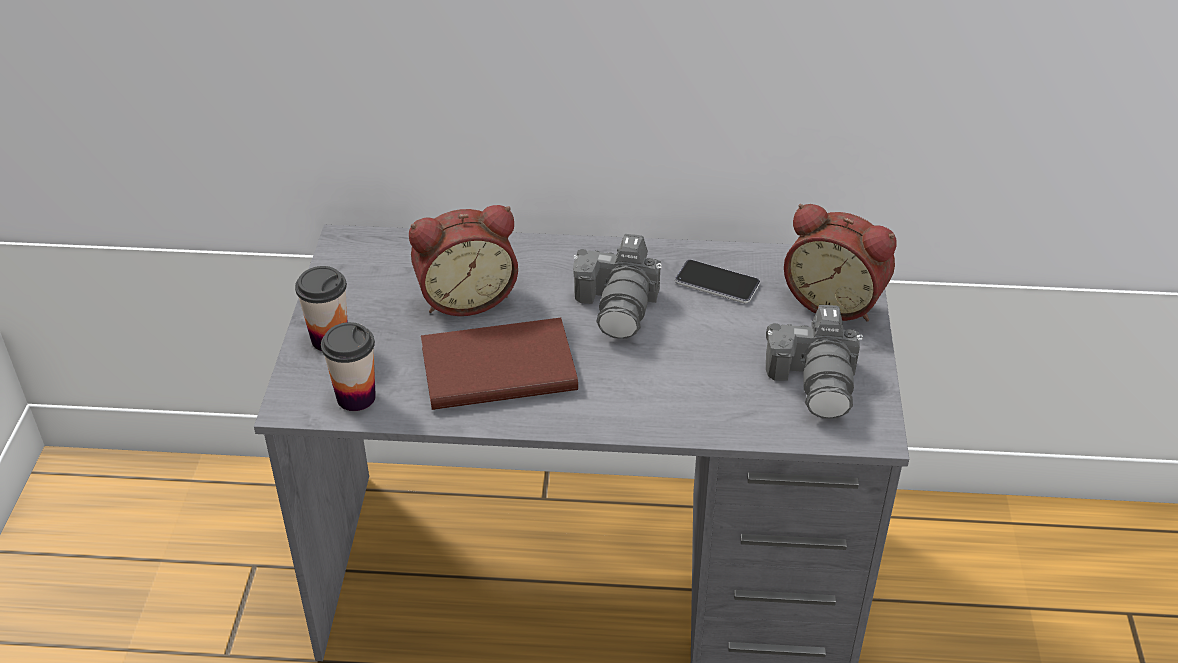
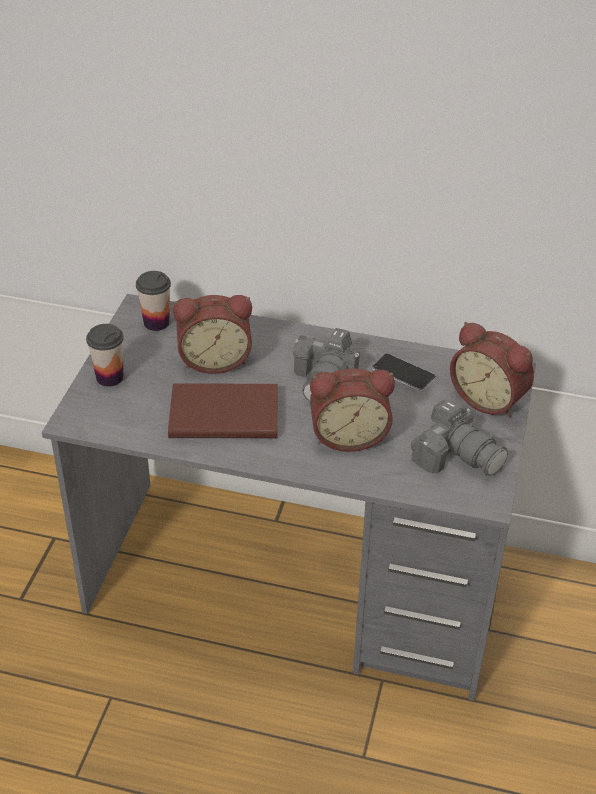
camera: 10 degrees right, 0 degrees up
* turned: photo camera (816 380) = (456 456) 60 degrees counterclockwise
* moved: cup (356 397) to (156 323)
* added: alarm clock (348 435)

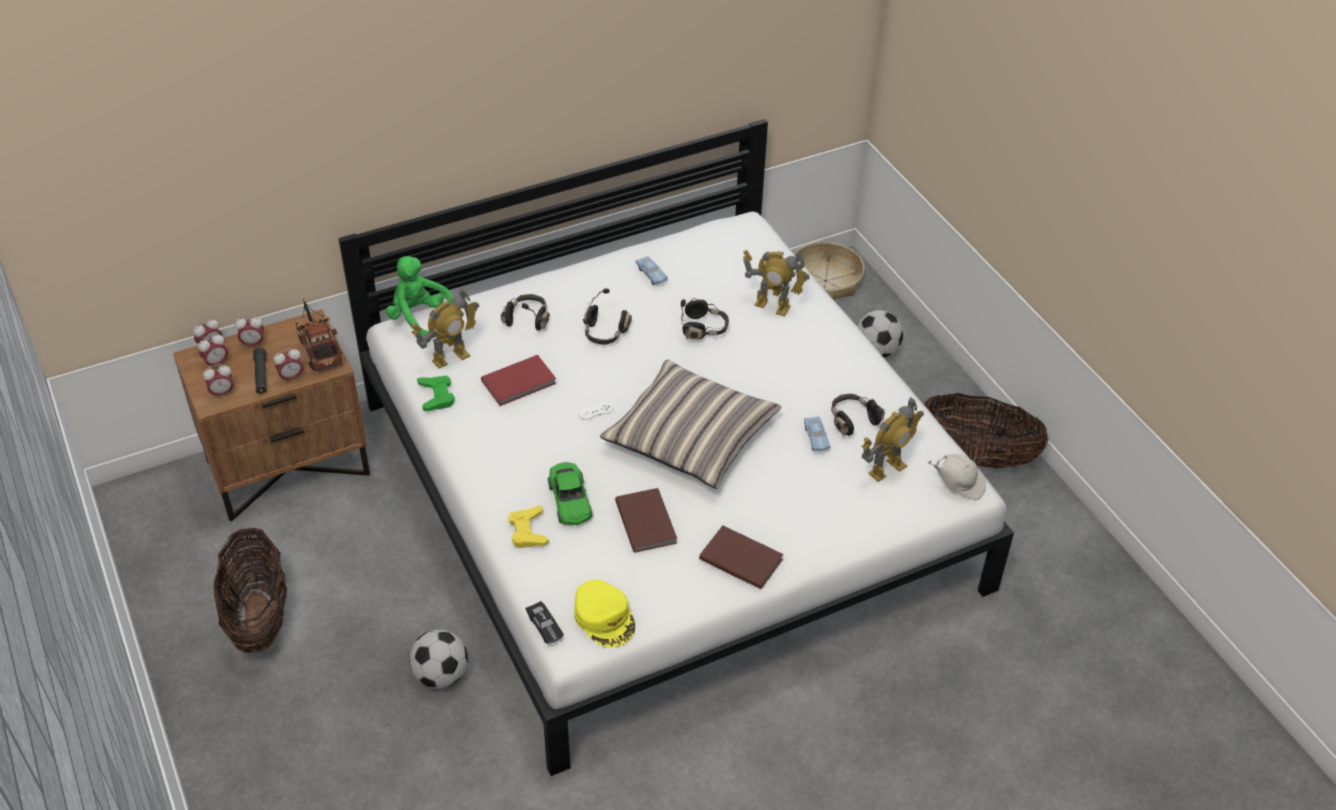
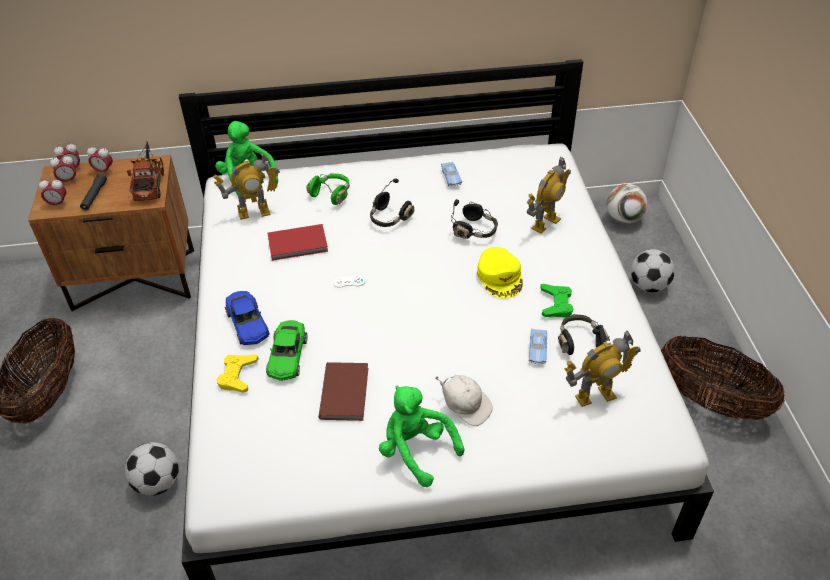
camera: 20 degrees right, 0 degrees up
* replaced: basket (825 281) to football (623 219)
* turned: toy robot (772 306) = (545 223) 90 degrees counterclockwise
* recoloured: black headphones (527 319) to green headphones (331 194)
* removed: alarm clock (291 377)
* removed: pillow (691 436)
* moved: green game controller (436 396) to (556 304)
* moved: white cap (959 484) to (465 406)
* replaced: brown book (741 558) to green plush toy (416 450)
* moved: yellow cap (605 617) to (500 277)
* removed: black toy car (544 626)
* added: blue toy car (247 323)

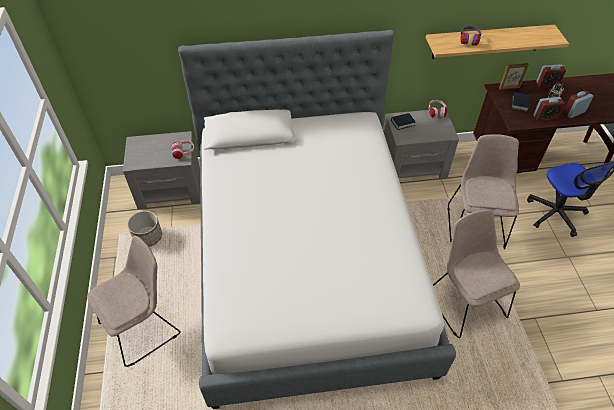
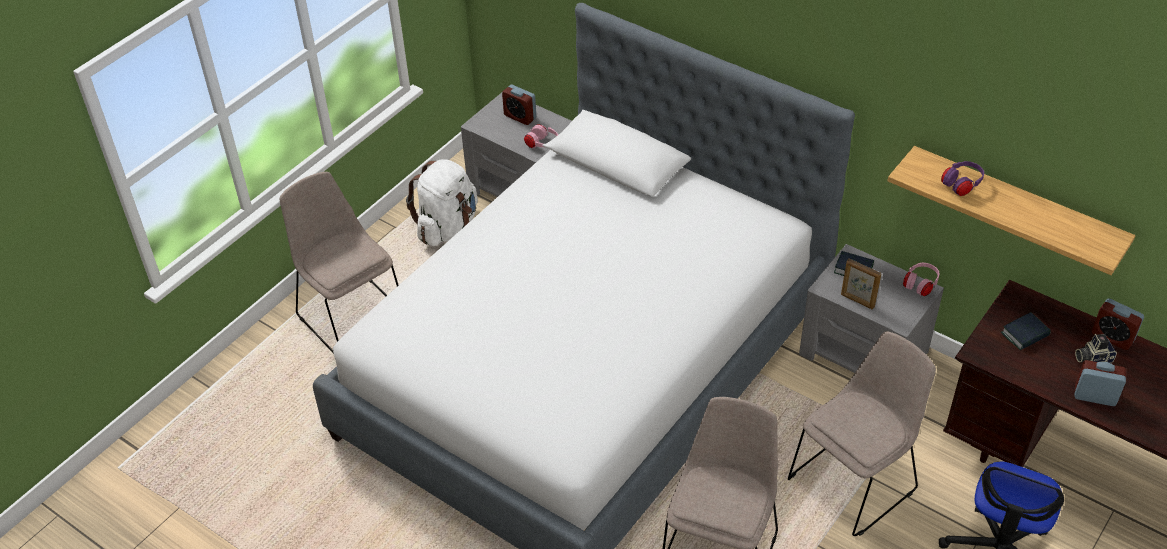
camera: 45 degrees right, 5 degrees down
* moved: picture frame (509 88) to (857 301)
* moved: alarm clock (545 117) to (520 117)
* replaced: planter (148 236) to white backpack (447 227)
* turned: beige chair (143 326) = (350 314) 135 degrees counterclockwise

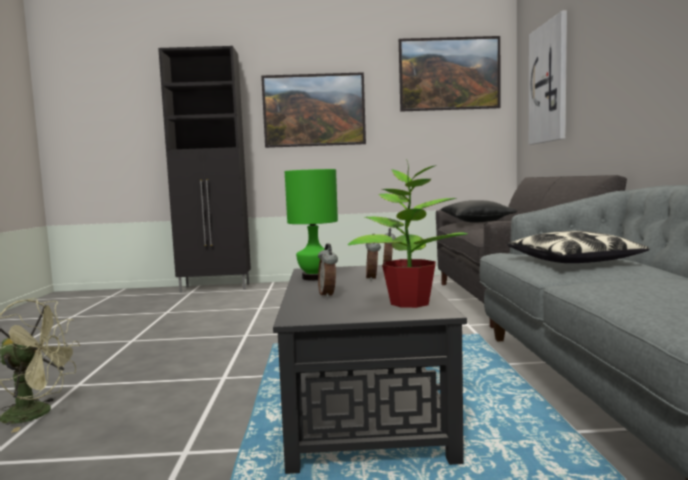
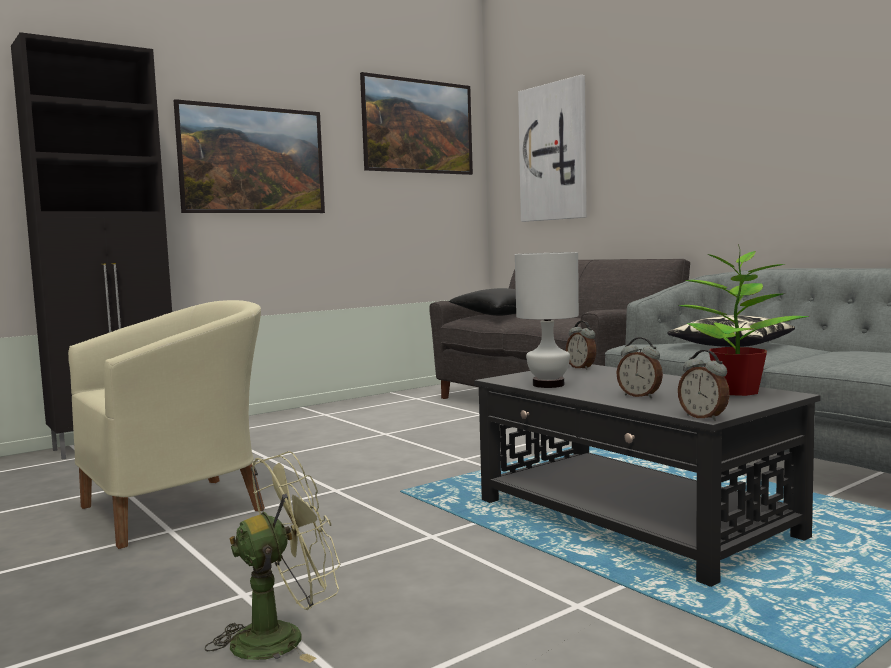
camera: 35 degrees left, 0 degrees up
* recoloured: green table lamp (314 278) to white table lamp (547 385)
* moved: alarm clock (373 278) to (704 417)
* added: beige armchair (178 508)

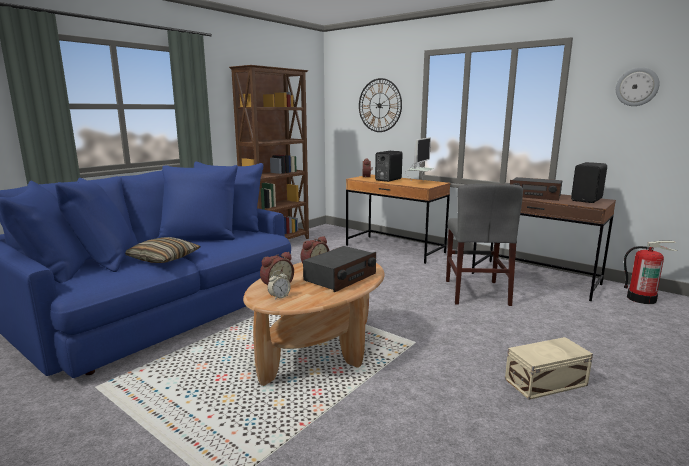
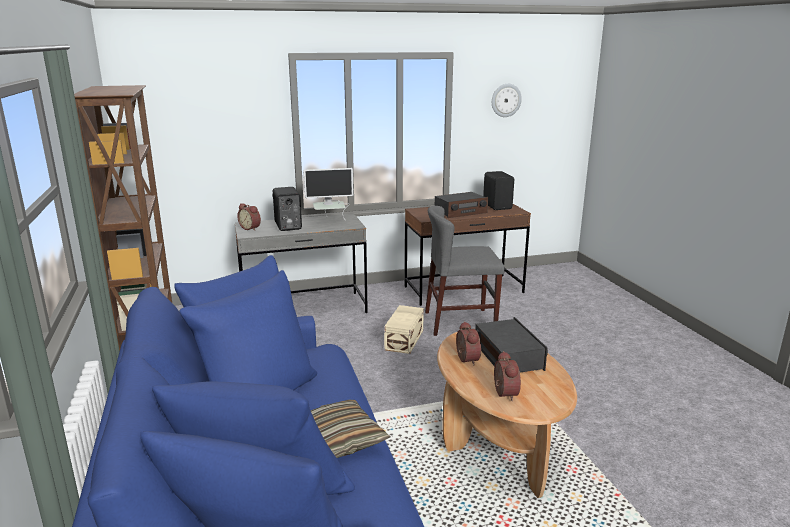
camera: 55 degrees left, 5 degrees up
* removed: wall clock (379 105)
* turned: monitor (419 182) = (330 221) 105 degrees clockwise
* recoloured: brown desk (394 249) to grey desk (304 309)
* turned: grey chair (476 292) = (460 322) 135 degrees clockwise
* removed: fire extinguisher (641 298)
* removed: alarm clock (279 297)
* moved: beige storage box (547 382) to (405 340)

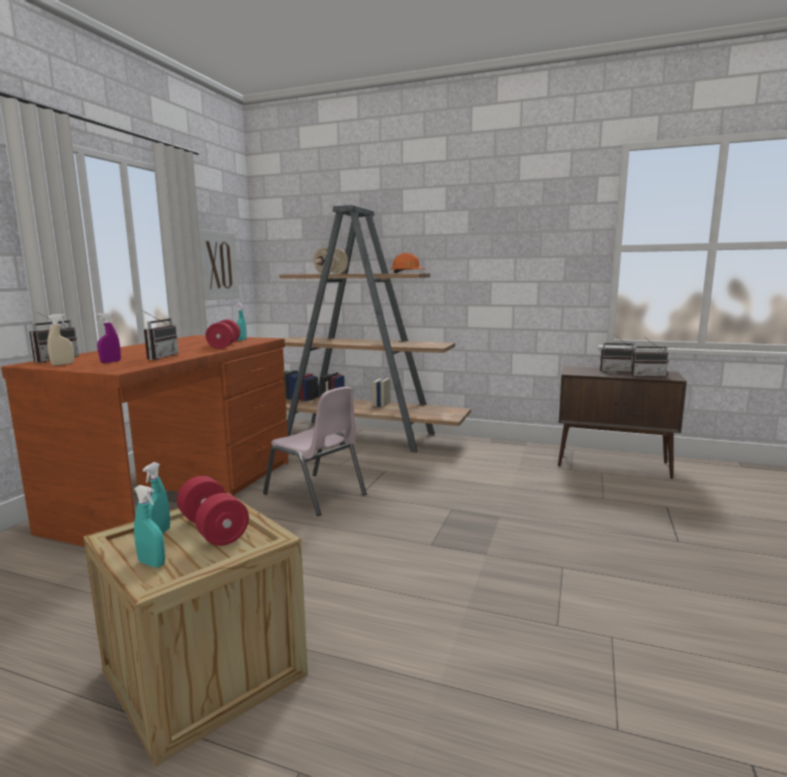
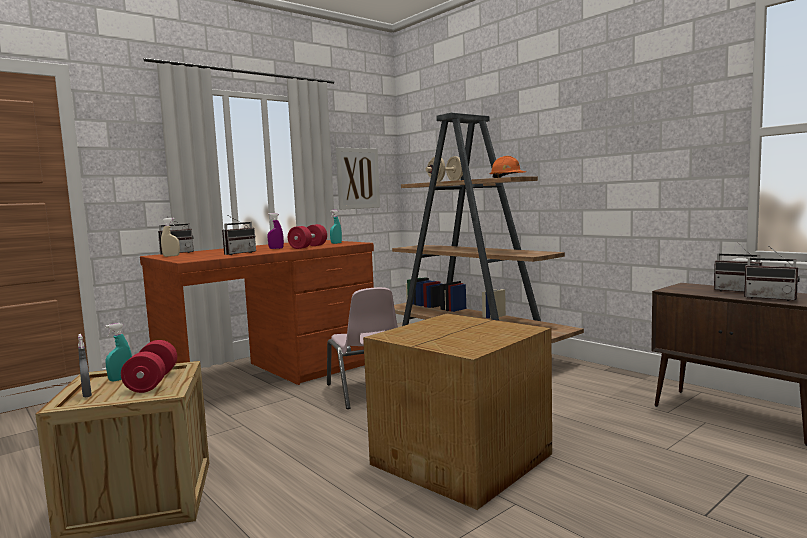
camera: 30 degrees right, 5 degrees down
* moved: purple spray bottle (110 362) to (276 248)
* recoloured: turquoise spray bottle (152 563) to grey spray bottle (87 395)
* added: cardboard box (464 459)

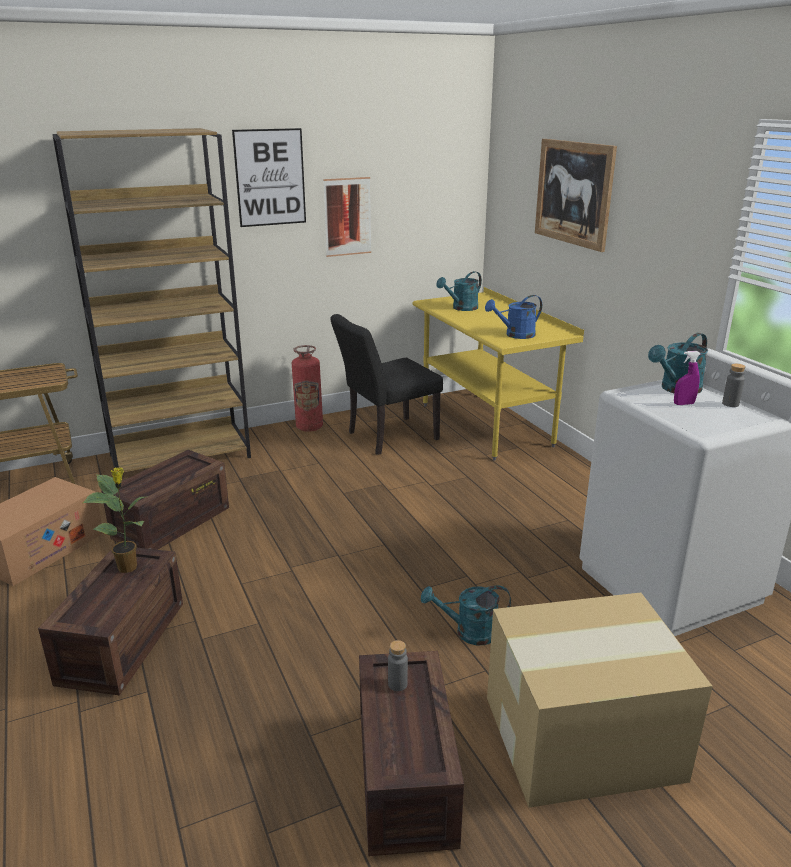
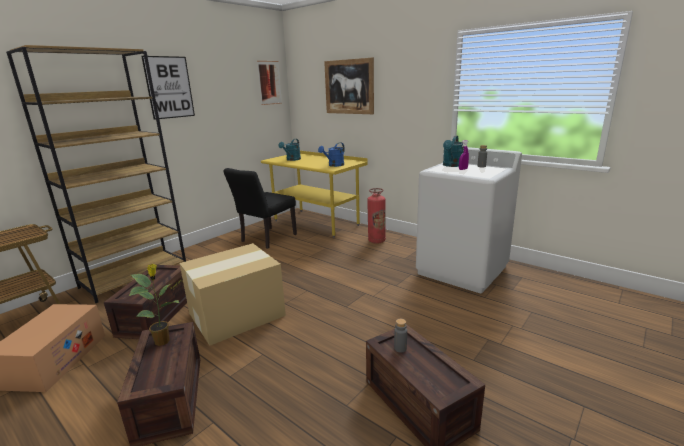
camera: 25 degrees left, 5 degrees down
* moved: picture (347 217) to (269 82)
* moved: fire extinguisher (309 427) to (376 241)
* removed: turquoise watering can (469 632)
* moved: cardboard box (585 738) to (238 314)

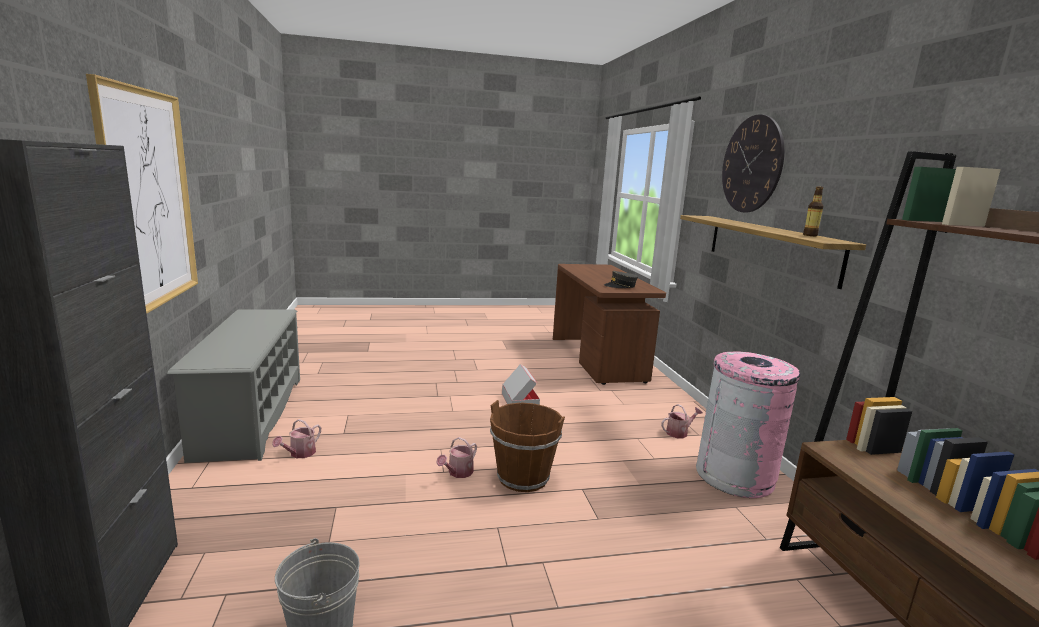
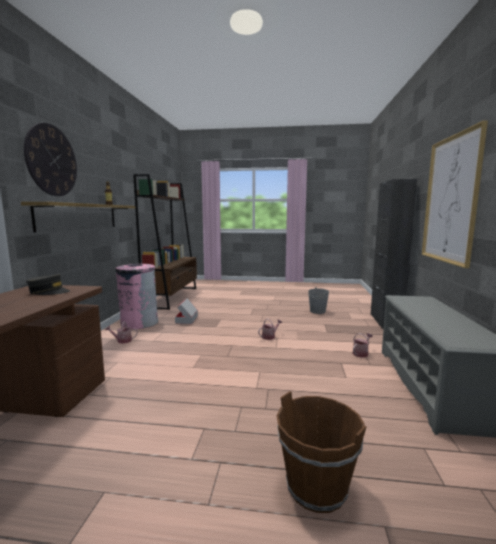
camera: 160 degrees left, 5 degrees down
* moved: cardboard box (519 401) to (186 319)
* moved: brown bucket (523 477) to (316 487)

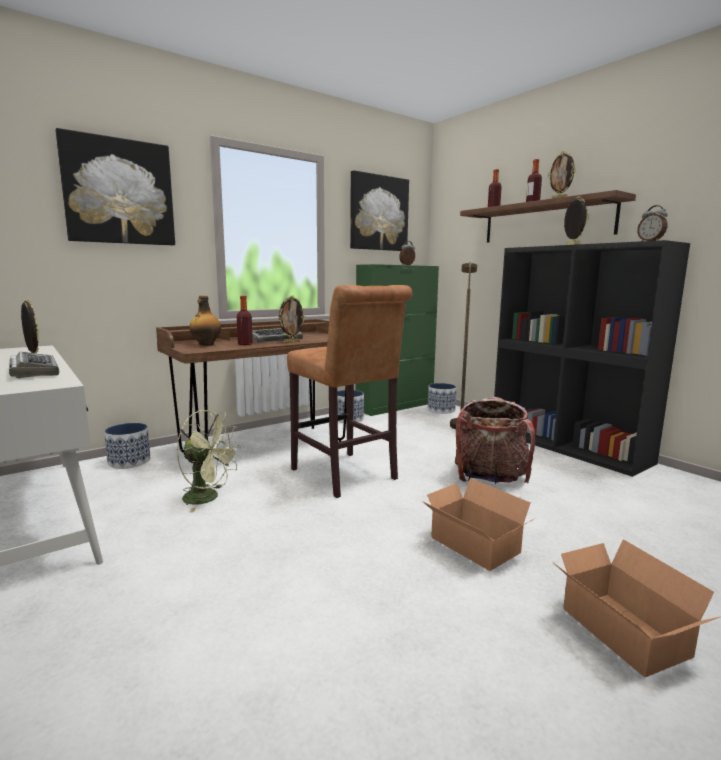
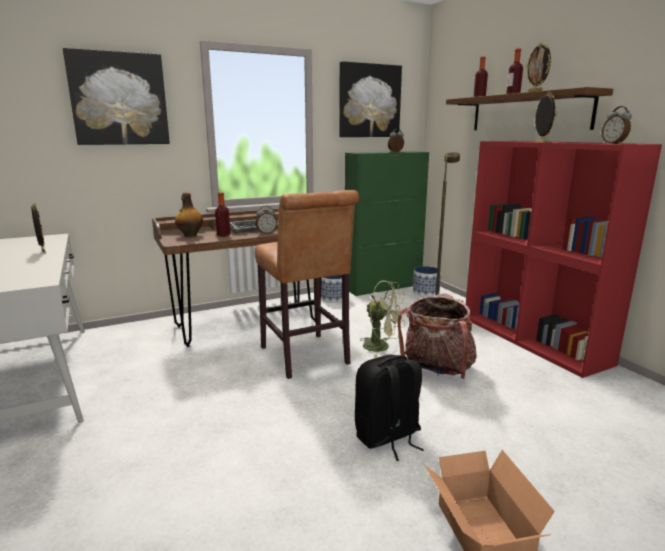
camera: 10 degrees right, 5 degrees up
* recoloured: black bookcase (568 446) to red bookcase (534 340)
* replaced: picture frame (292 342) to alarm clock (266 233)
* removed: keyboard (34 371)
* moved: green fan (208 498) to (382 347)
* removed: planter (129 462)
* replaced: cardboard box (474 547) to black backpack (387 437)

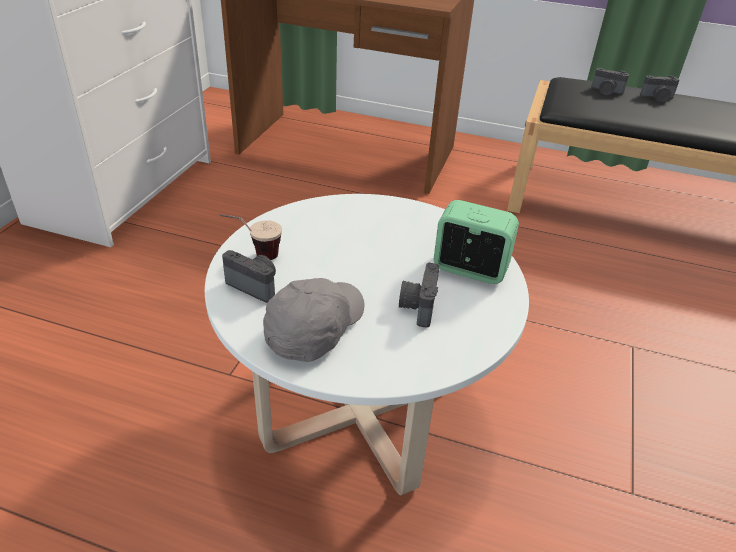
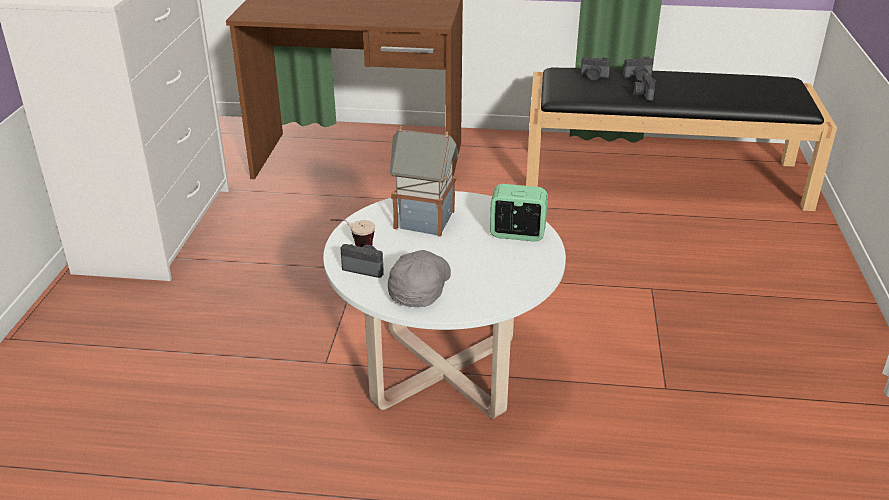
camera: 10 degrees left, 5 degrees down
* moved: photo camera (417 306) to (642 95)
* added: toy house (426 220)

